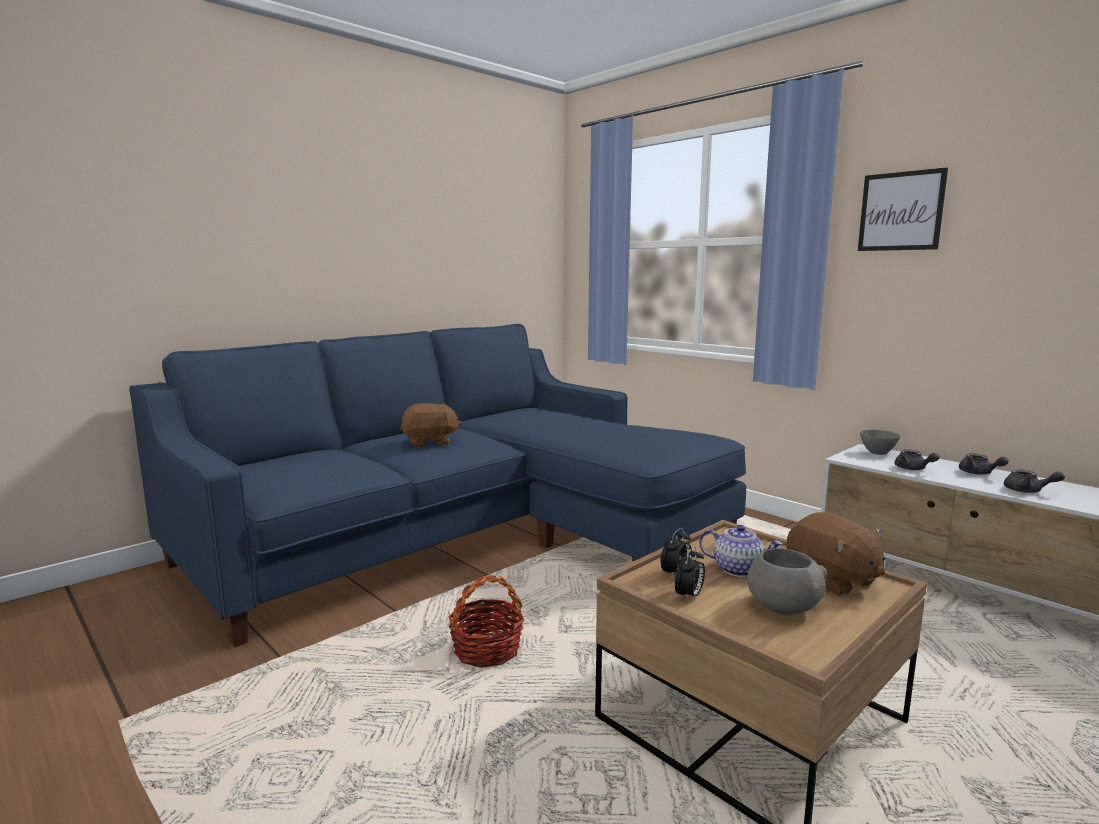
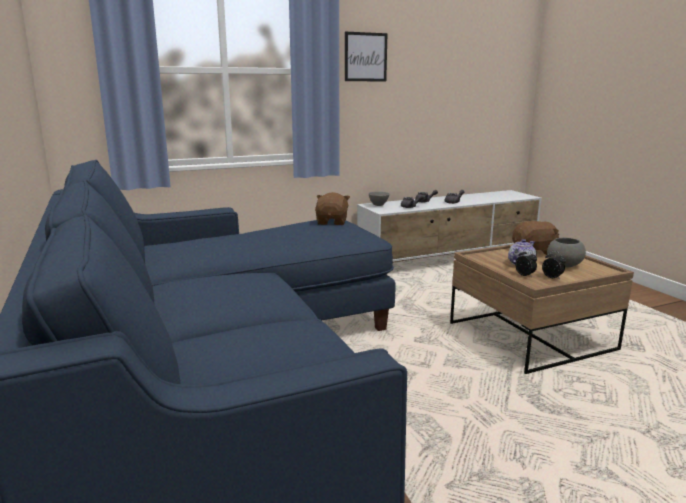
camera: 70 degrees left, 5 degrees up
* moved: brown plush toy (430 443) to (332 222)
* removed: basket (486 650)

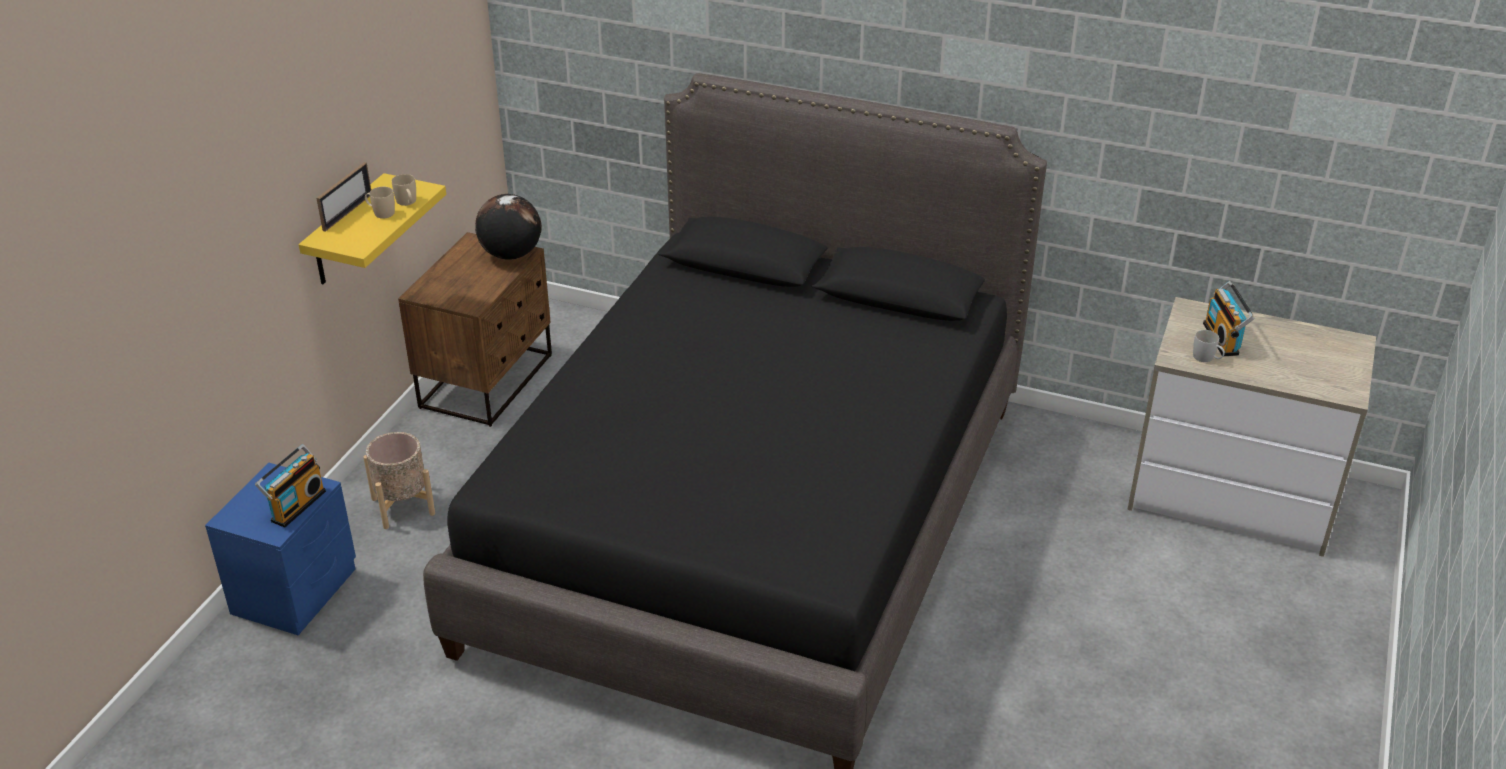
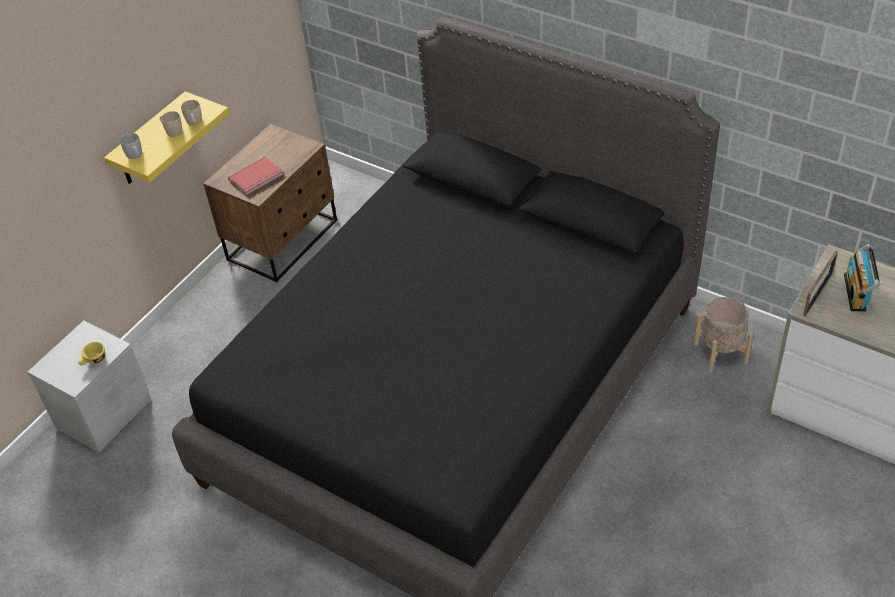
camera: 15 degrees right, 10 degrees up
* moved: picture frame (347 212) to (817 294)
* removed: globe (511 255)
* moved: white mug (1207 358) to (135 156)
* moved: beige planter (402 506) to (720 353)
* replaced: radio (296 505) to yellow cup (94 361)
* recoloured: blue nightstand (295 592) to grey nightstand (104 414)
* added: red book (257 178)

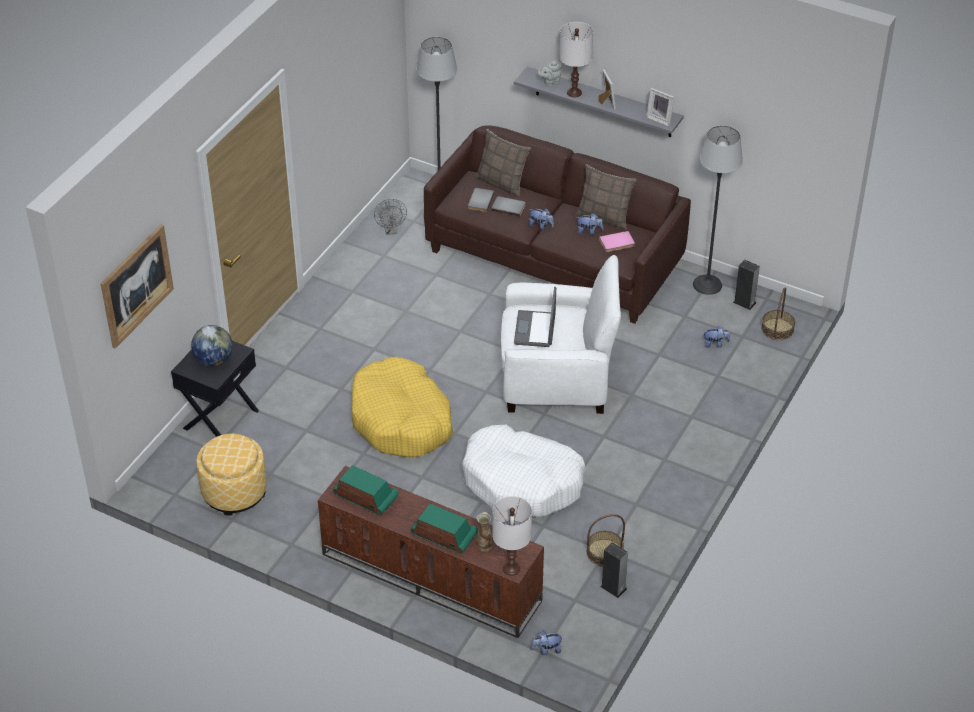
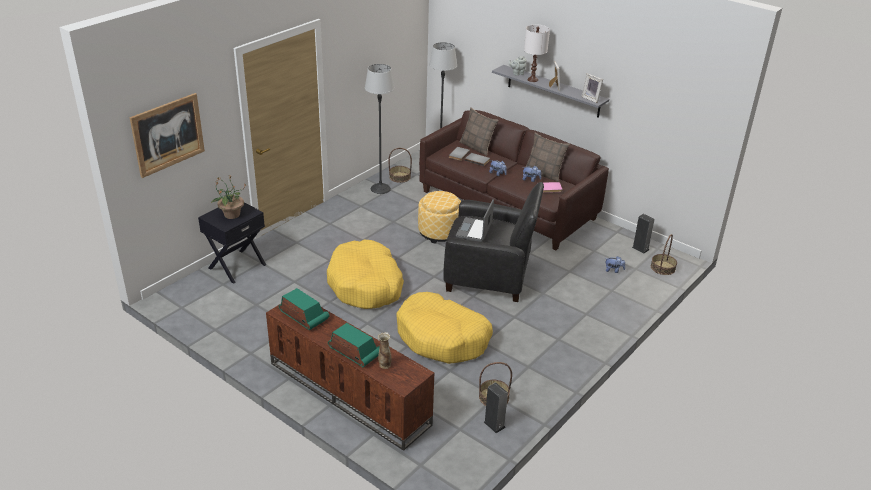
camera: 10 degrees right, 10 degrees down
* moved: floor lamp (707 285) to (380 189)
* replaced: grey fan (391 230) to basket (400 177)
* recoloured: white armchair (557 378) to black armchair (489 275)
* replaced: globe (214 360) to potted plant (231 215)
* recoloured: white dog bed (522 482) to yellow dog bed (442 338)
* moved: ottoman (234 492) to (439 232)
* removed: white table lamp (511 569)
* removed: plush toy (547 650)

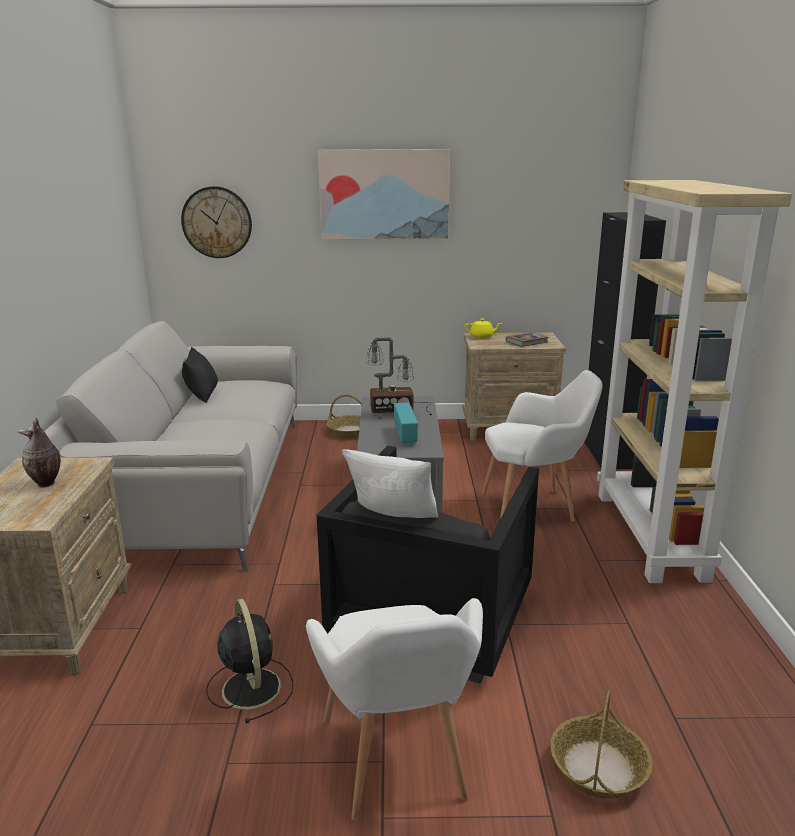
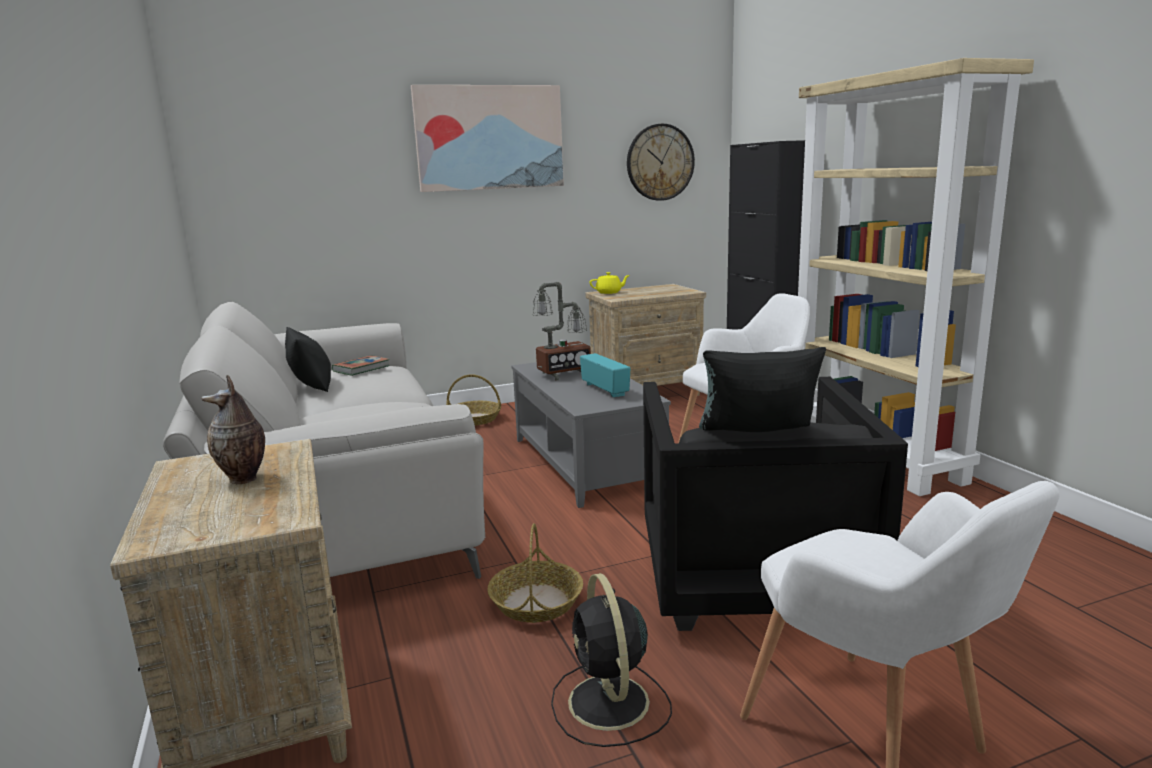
camera: 20 degrees left, 5 degrees down
* moved: wall clock (217 222) to (660 162)
* moved: book (526 342) to (361 369)
* recoloured: white pillow (392 516) to black pillow (756 434)
* turned: black fan (251 686) = (609 704) 150 degrees counterclockwise
* moved: basket (598 768) to (536 602)

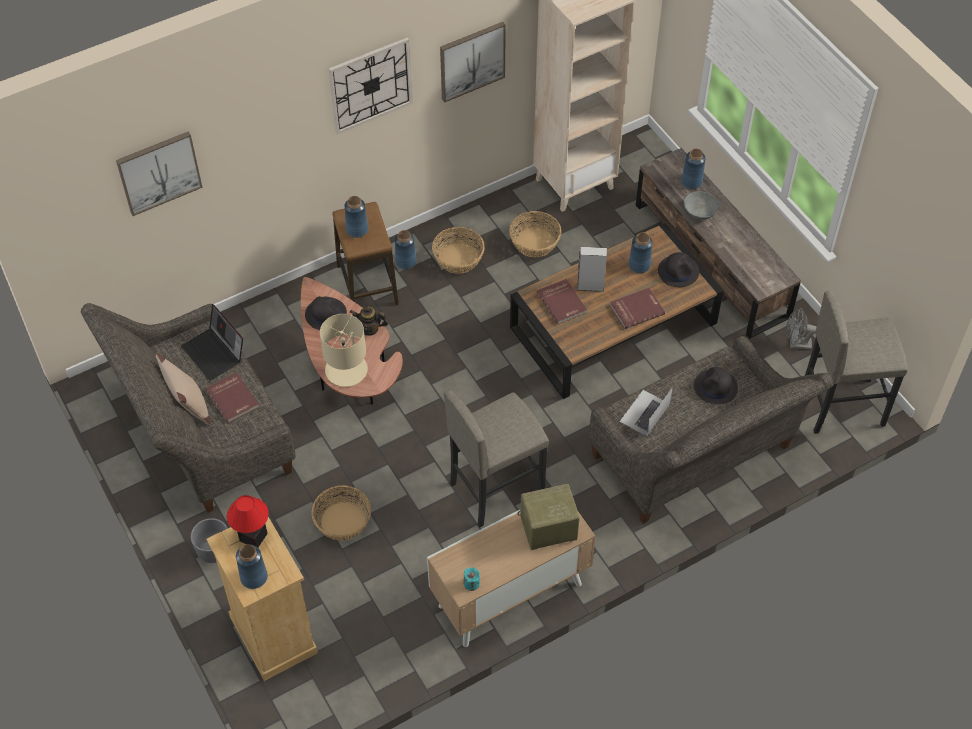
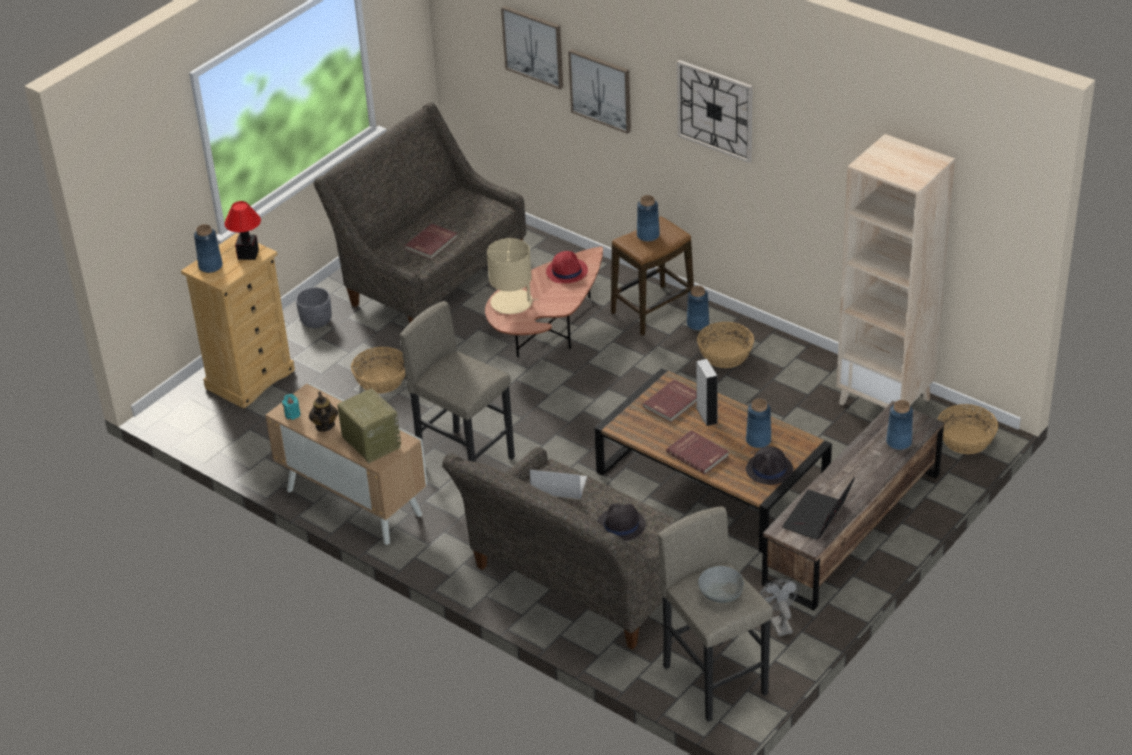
camera: 70 degrees right, 15 degrees down
* moved: picture (472 60) to (601 90)
* moved: grey bowl (699 212) to (720 594)
* moved: basket (535 242) to (966 440)
* recoloured: black hat (325 314) to red hat (567 271)
* moved: laptop (215 353) to (818 518)
* moved: teapot (369 329) to (324 425)
* removed: beige pillow (189 407)

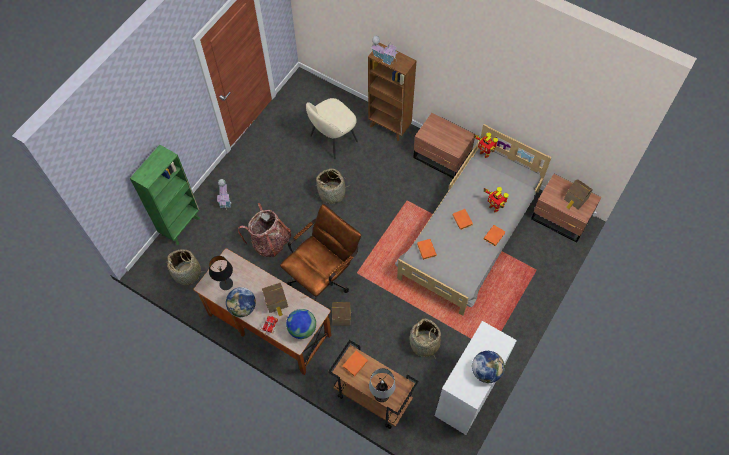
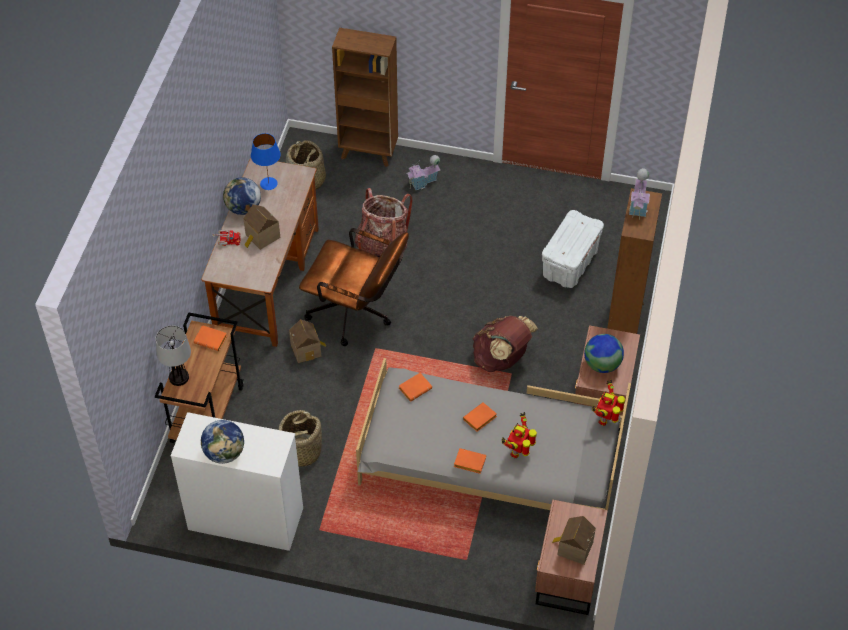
camera: 70 degrees right, 10 degrees down
* replaced: beige chair (332 139) to white storage box (570 263)
* recoloured: green bookcase (181 225) to brown bookcase (369 153)
* removed: basket (332 193)
* recoloured: black table lamp (226 284) to blue table lamp (269 184)
* moved: globe (302 329) to (602 364)
* added: brown backpack (501 359)

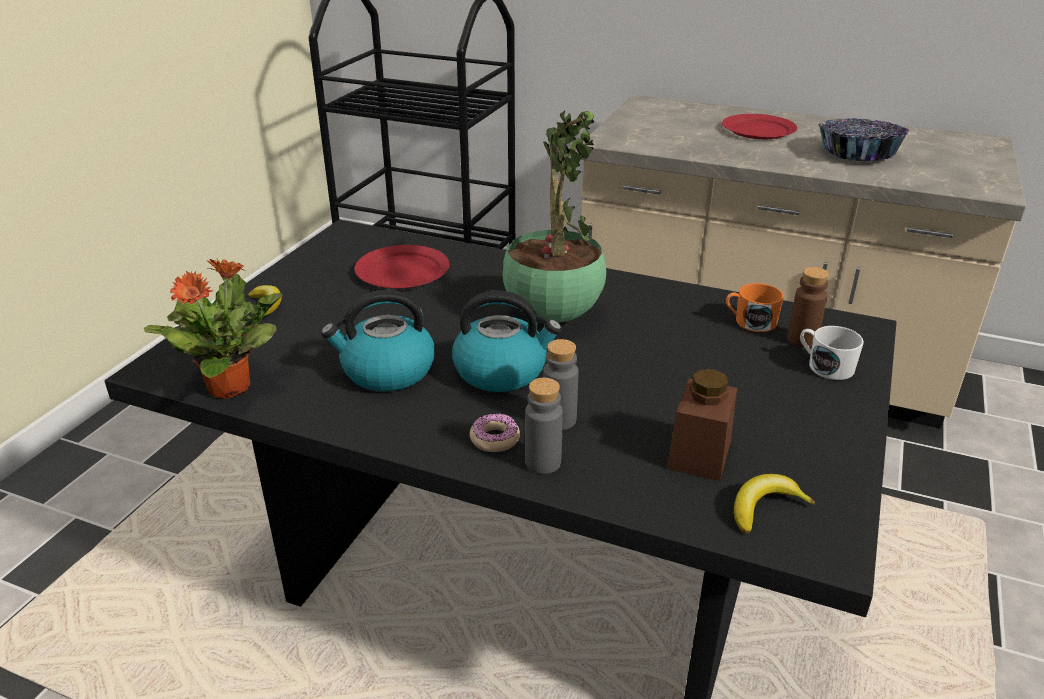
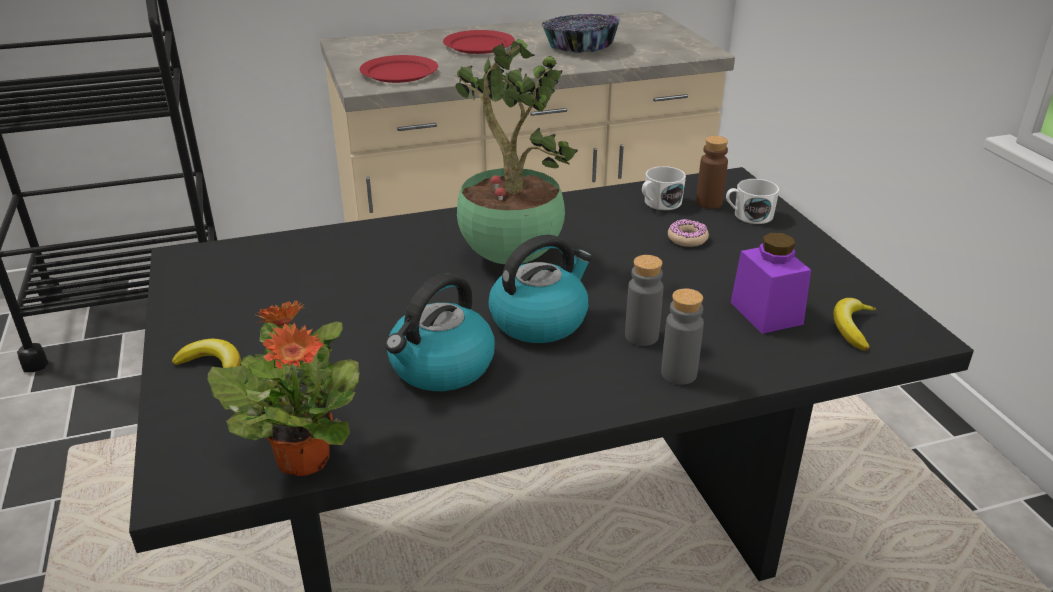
camera: 40 degrees left, 0 degrees up
* moved: red plate (403 271) to (400 72)
* recoloured: orange mug (750 322) to white mug (659 203)
* recoloured: brown jar (699 454) to purple jar (766 313)
* moved: donut (494 439) to (687 238)

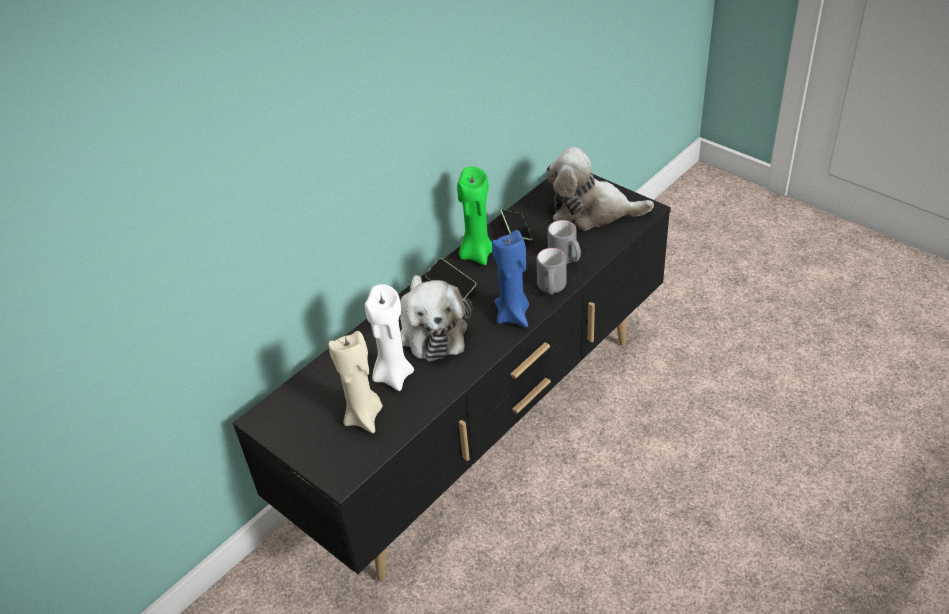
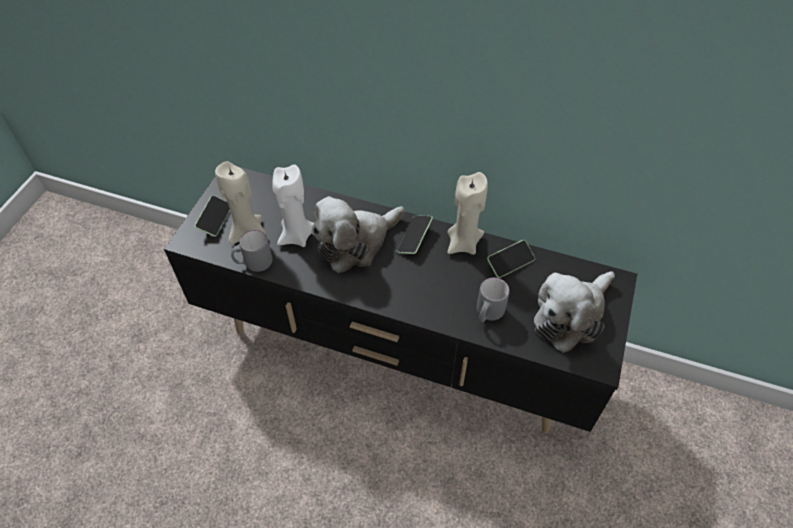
camera: 65 degrees right, 10 degrees up
* turned: plush toy (591 211) = (570 316) 120 degrees counterclockwise
* recoloured: green candle (476 254) to beige candle (463 243)
* removed: blue candle (513 315)
* moved: grey mug (551 289) to (254 263)
* added: phone (215 220)

